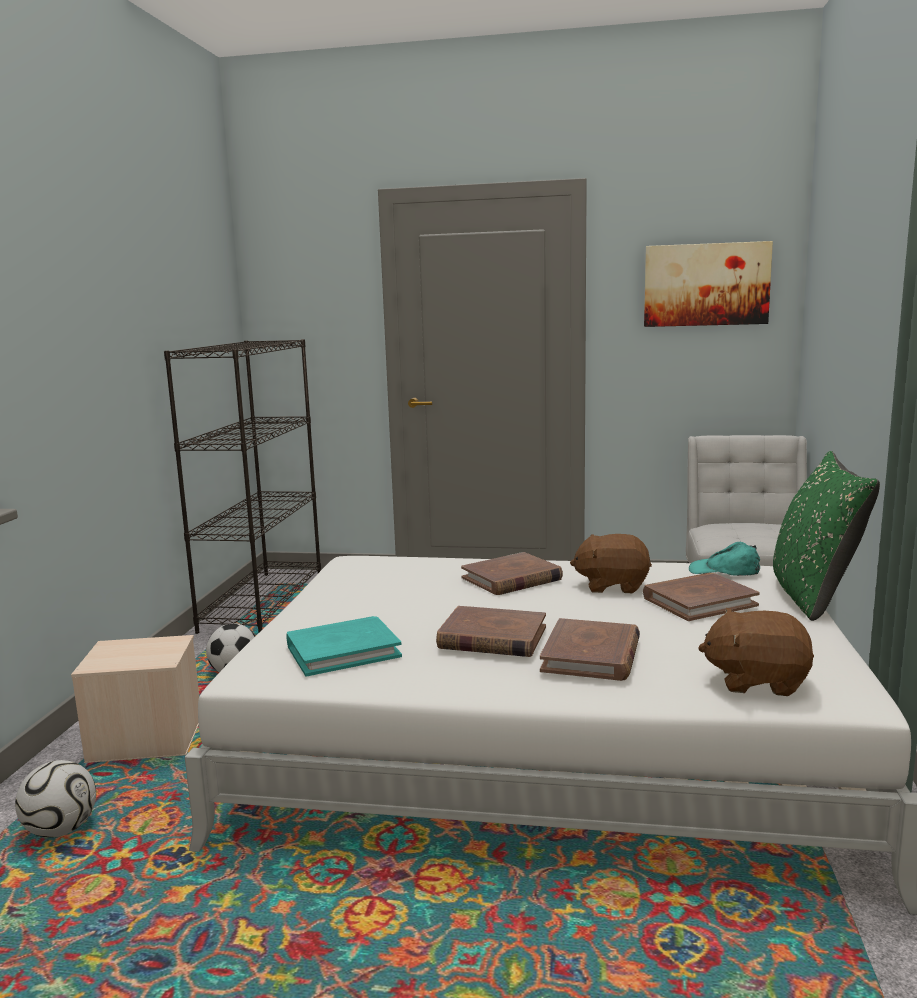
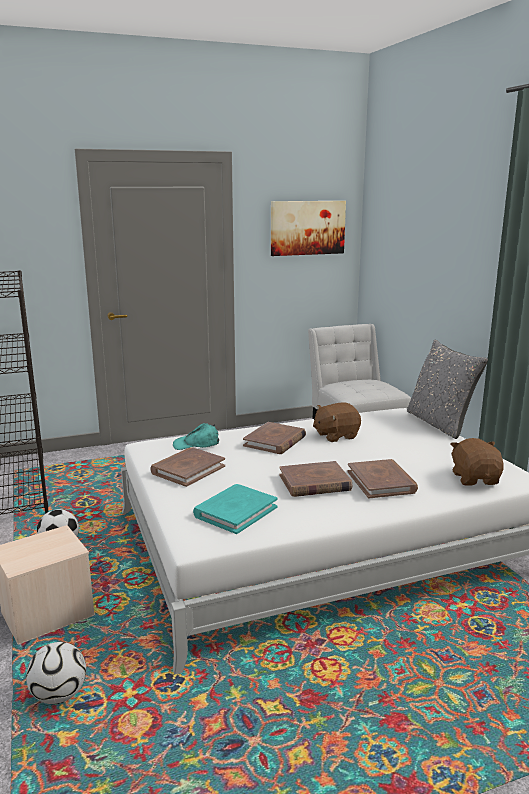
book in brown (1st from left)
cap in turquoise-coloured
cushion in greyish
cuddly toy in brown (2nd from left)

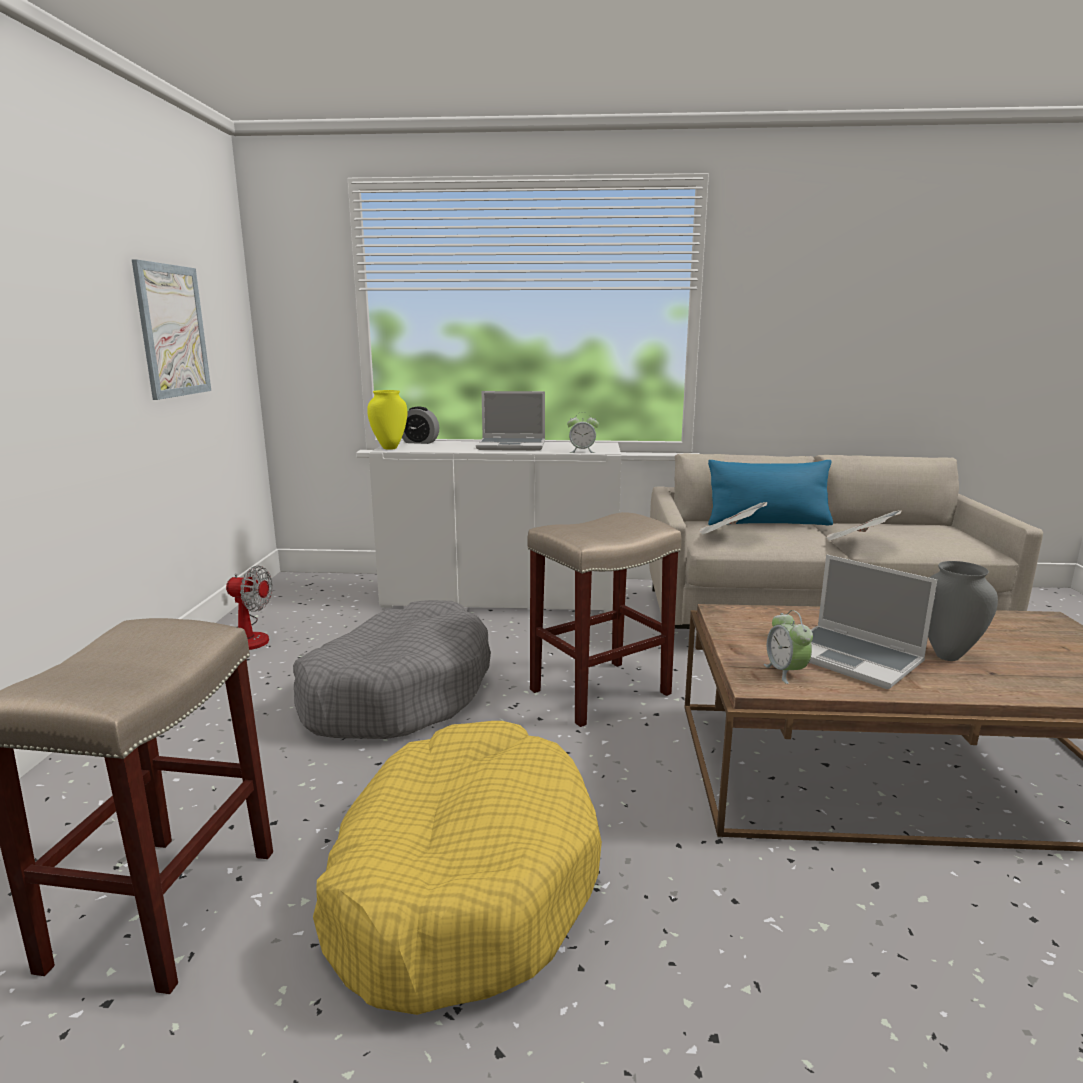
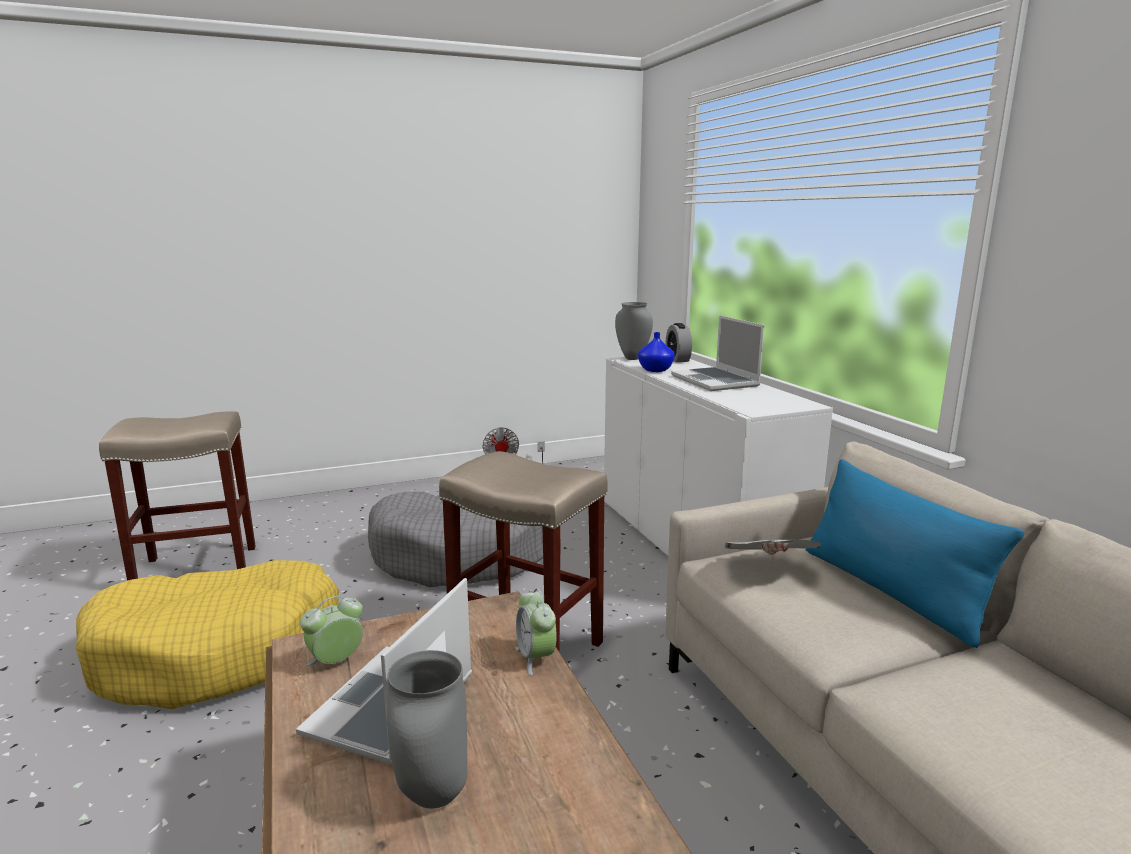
table clock (2nd from left)
decorative vase in greyish (2nd from left)
decorative vase in blue-coloured
wall art
printed paper (2nd from left in the first image)

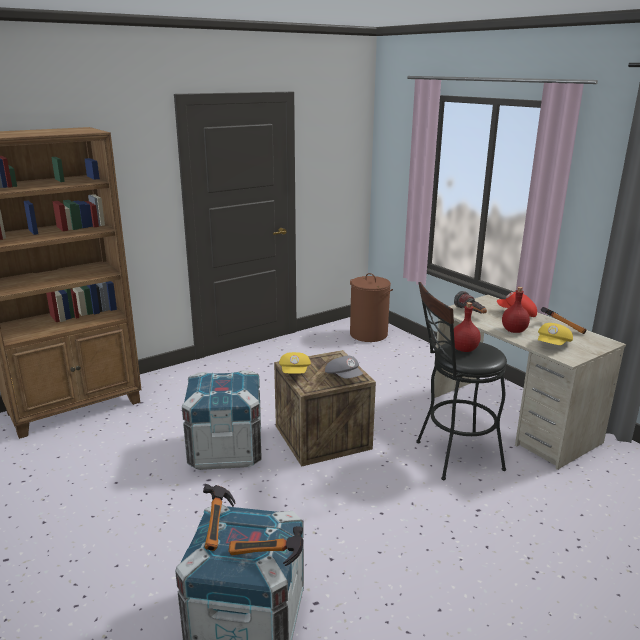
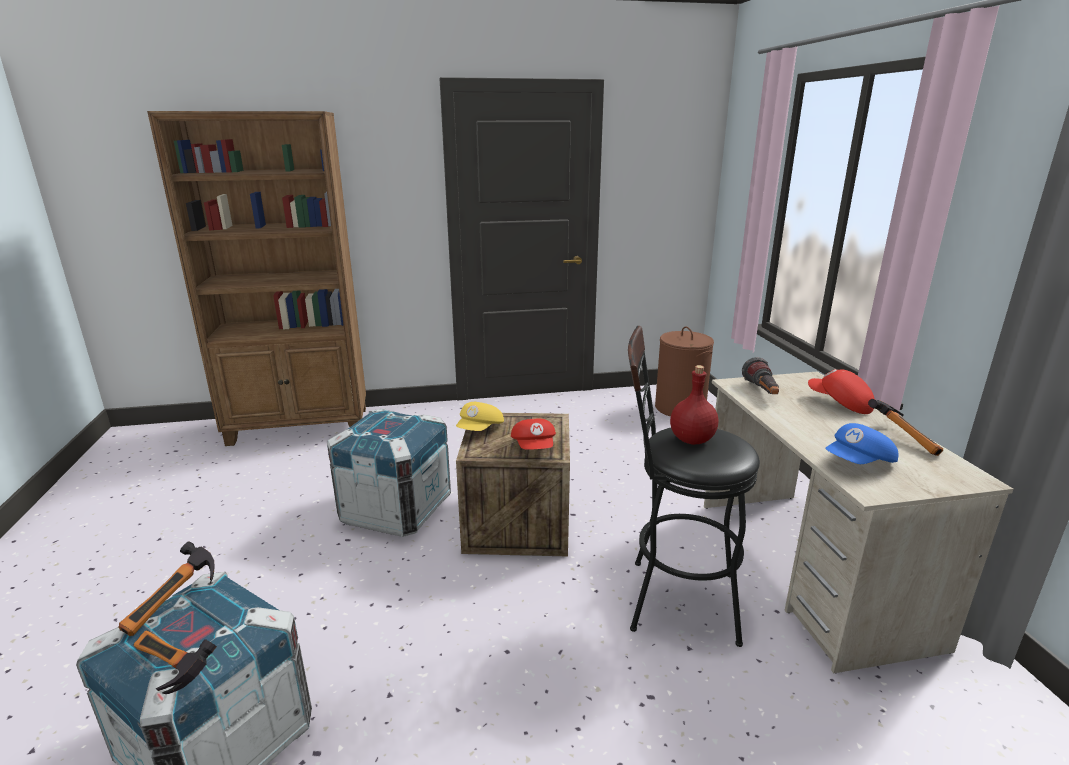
cap in red-coloured (1st from left)
cap in blue-coloured
beverage bottle in red-coloured (2nd from left in the first image)

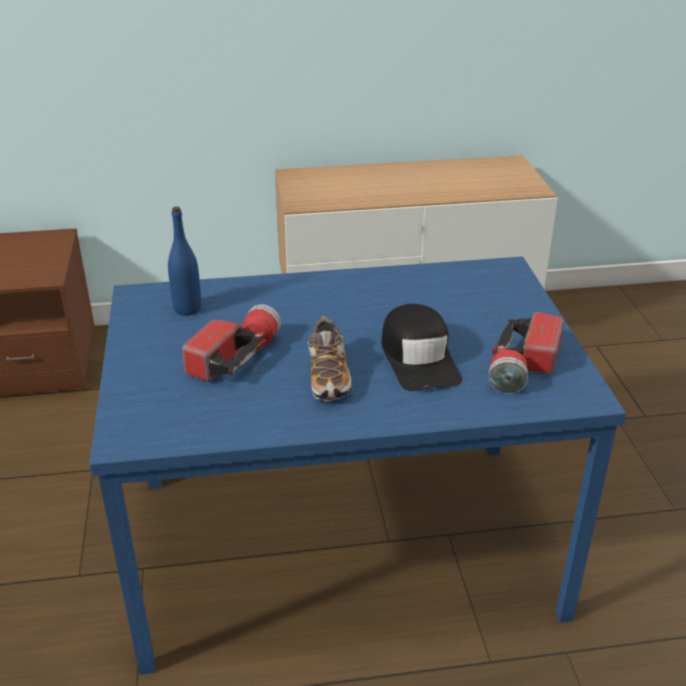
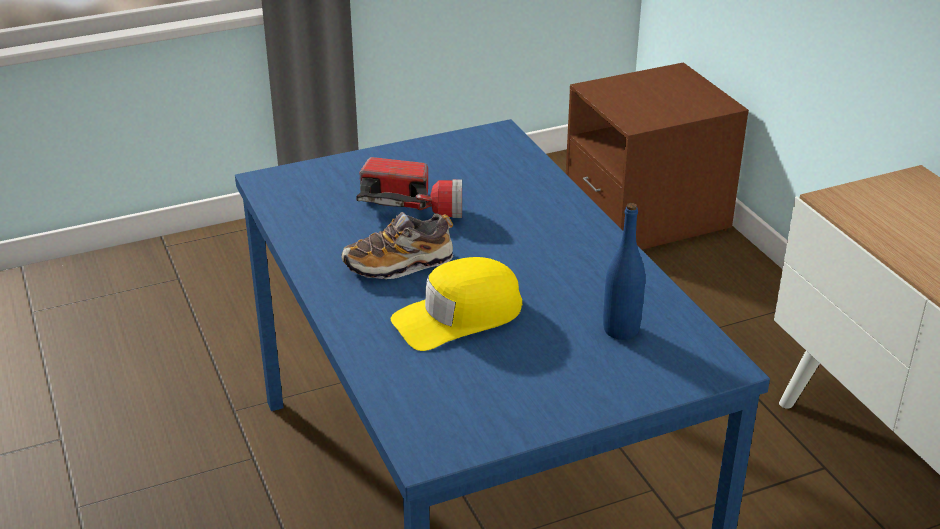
cap in yellow
beverage bottle in blue-coloured
flashlight (2nd from left in the first image)

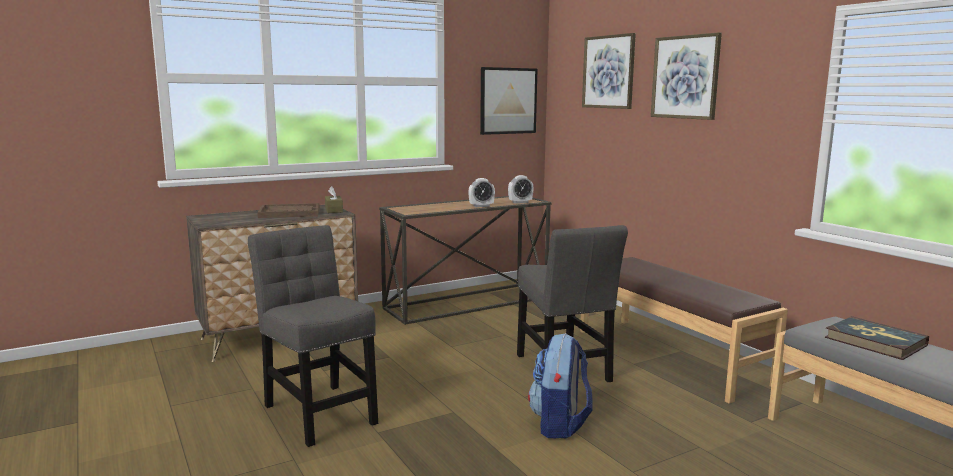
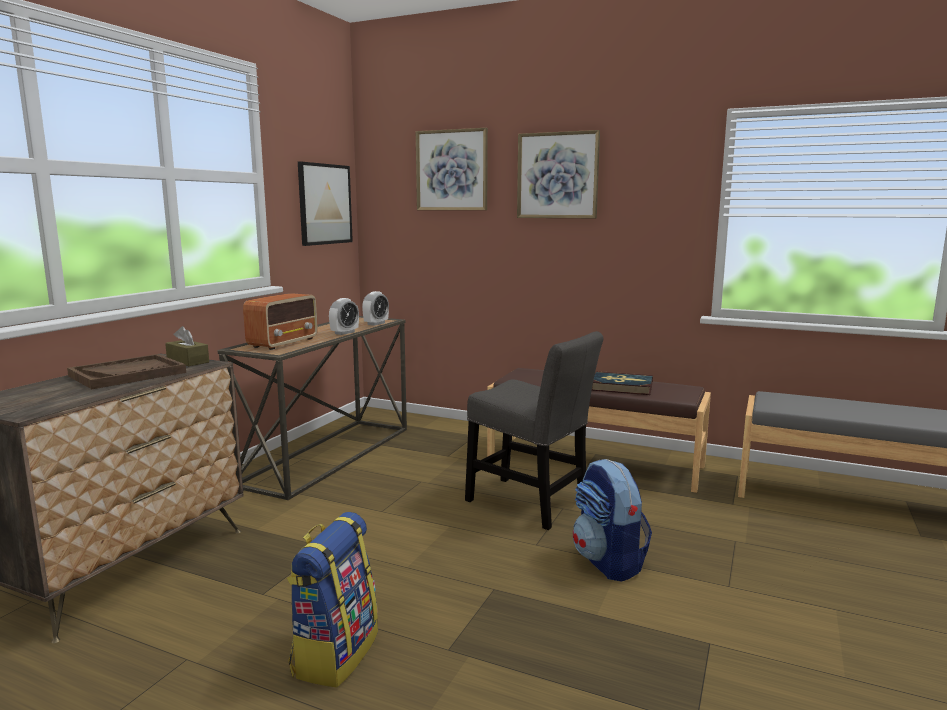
radio receiver
knapsack (1st from left)
book

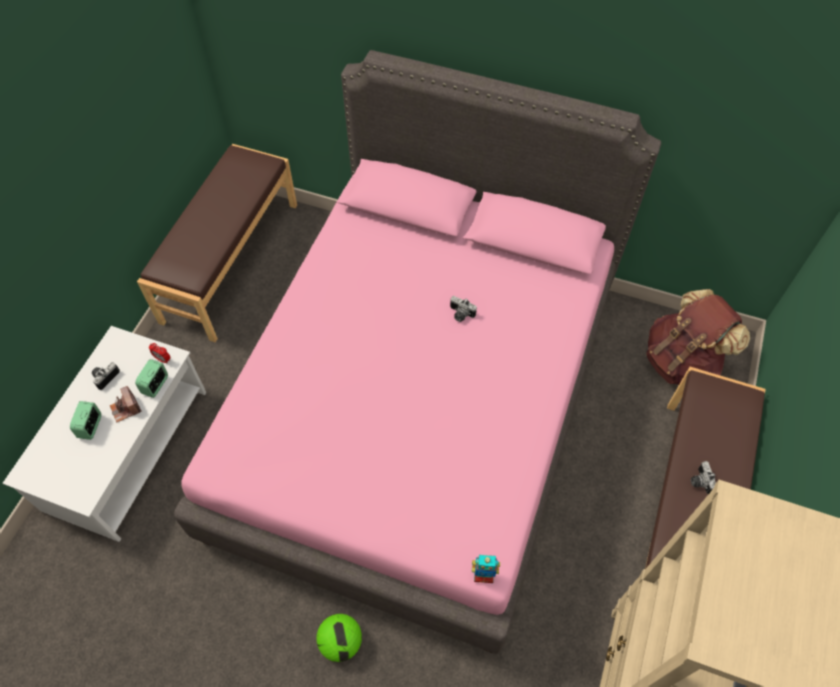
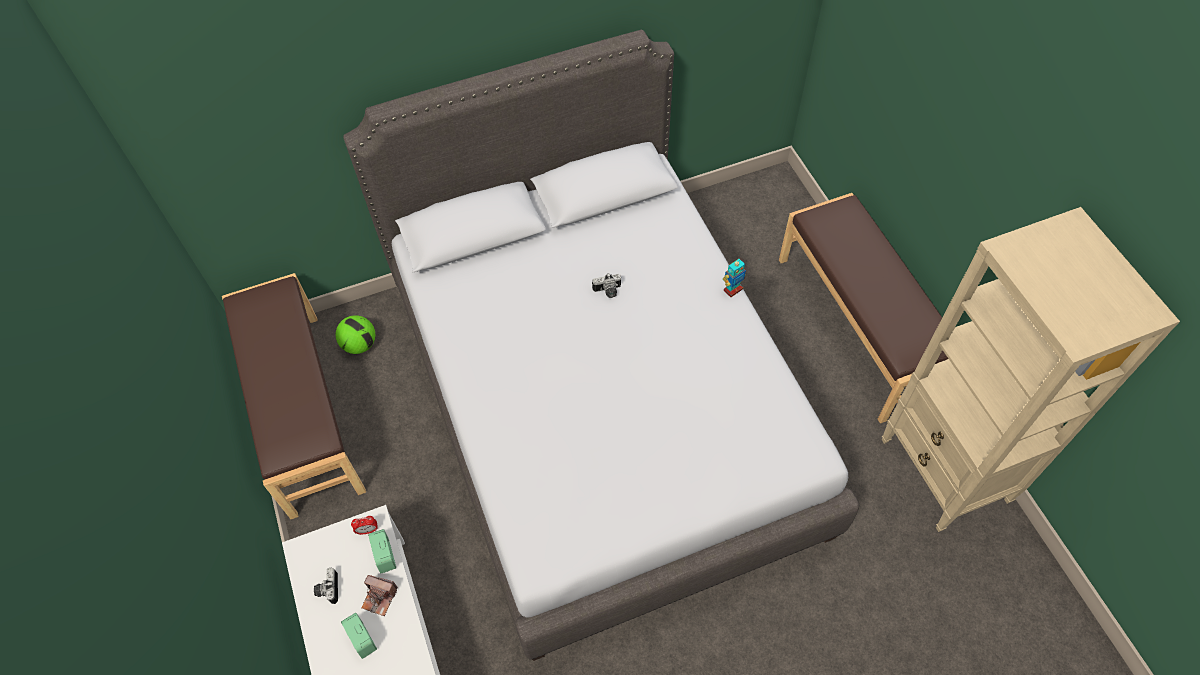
football
bed in greyish
toy robot
knapsack in brown
photo camera (4th from left in the first image)

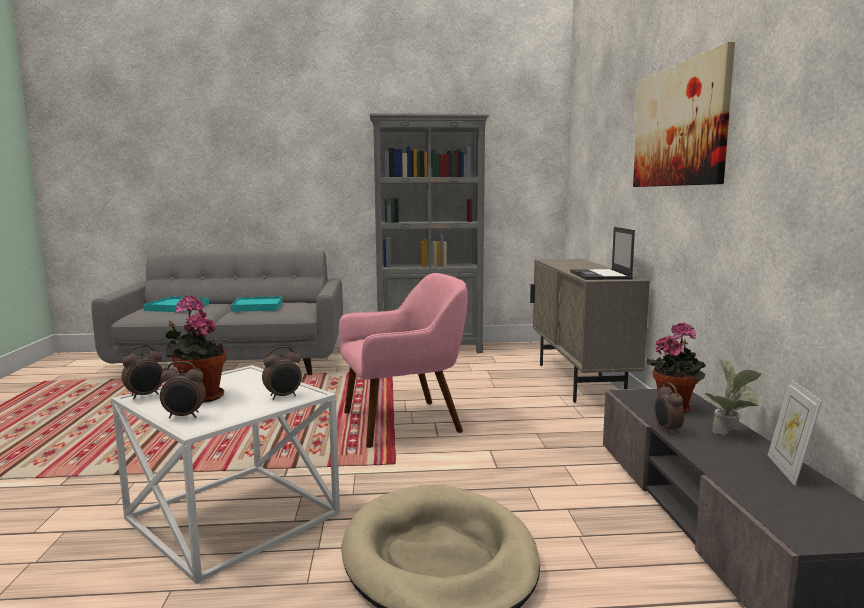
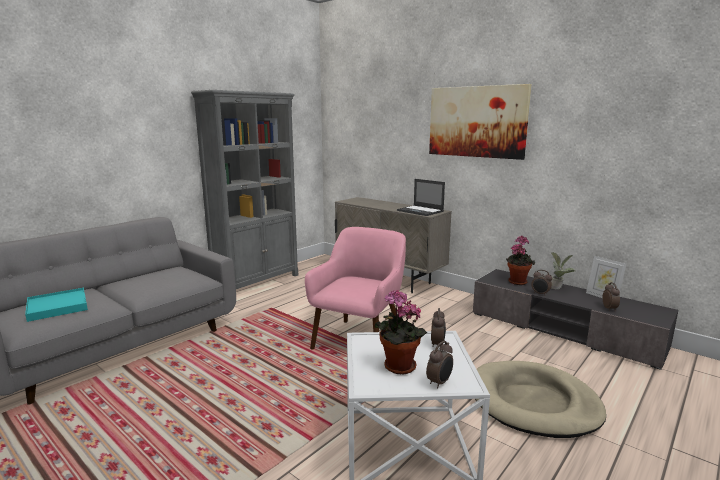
table clock (4th from left)
carrying tray in turquoise-coloured (2nd from left in the first image)

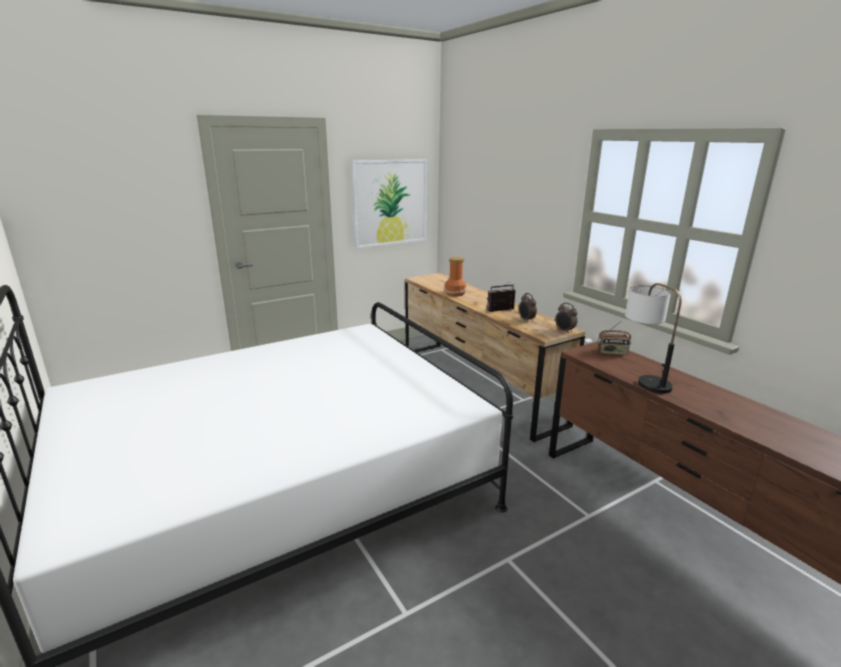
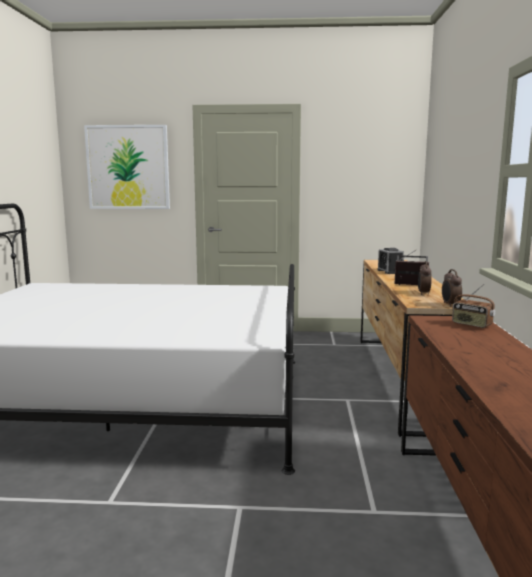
wall art
table clock (1st from left)
lamp for a table

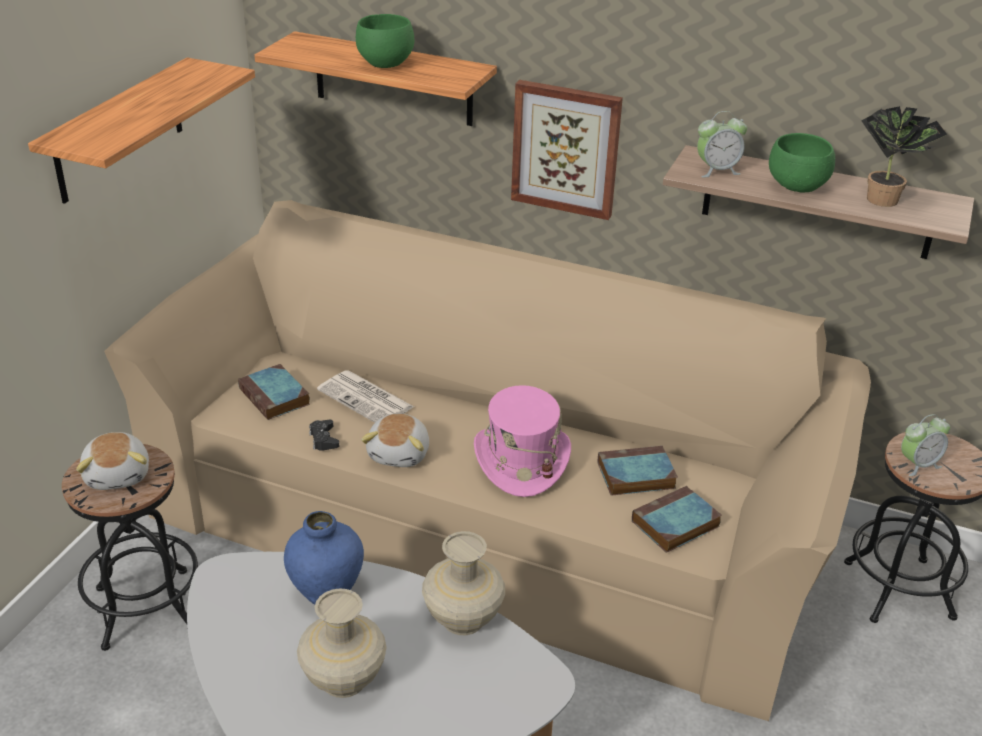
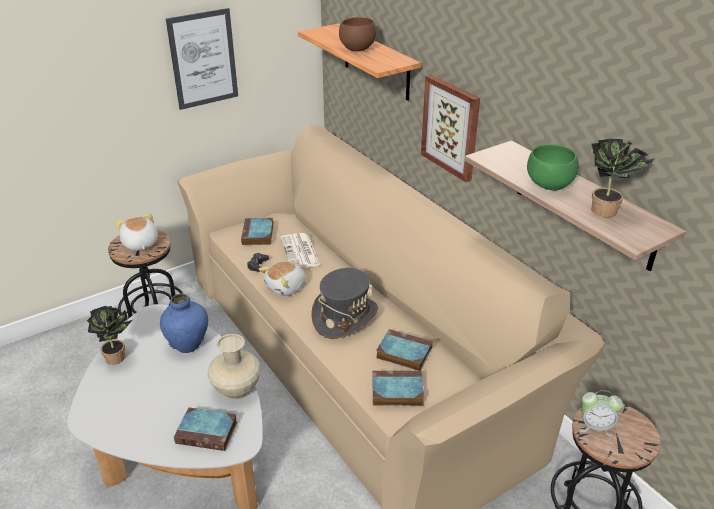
houseplant (1st from left)
cuddly toy (1st from left)
wall art (1st from left)
book (1st from left)
wearable hat in greyish
serving bowl in brown
decorative vase in beige (1st from left in the first image)
table clock (1st from left in the first image)

